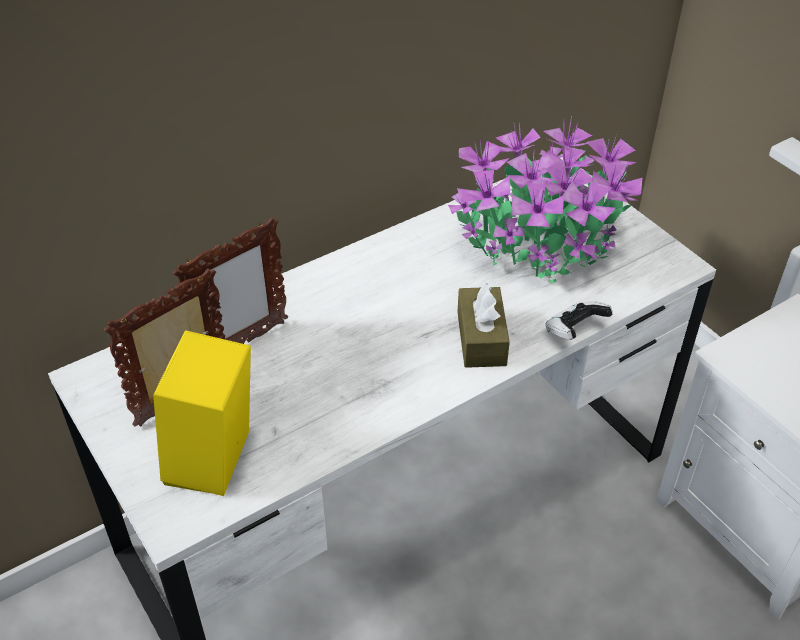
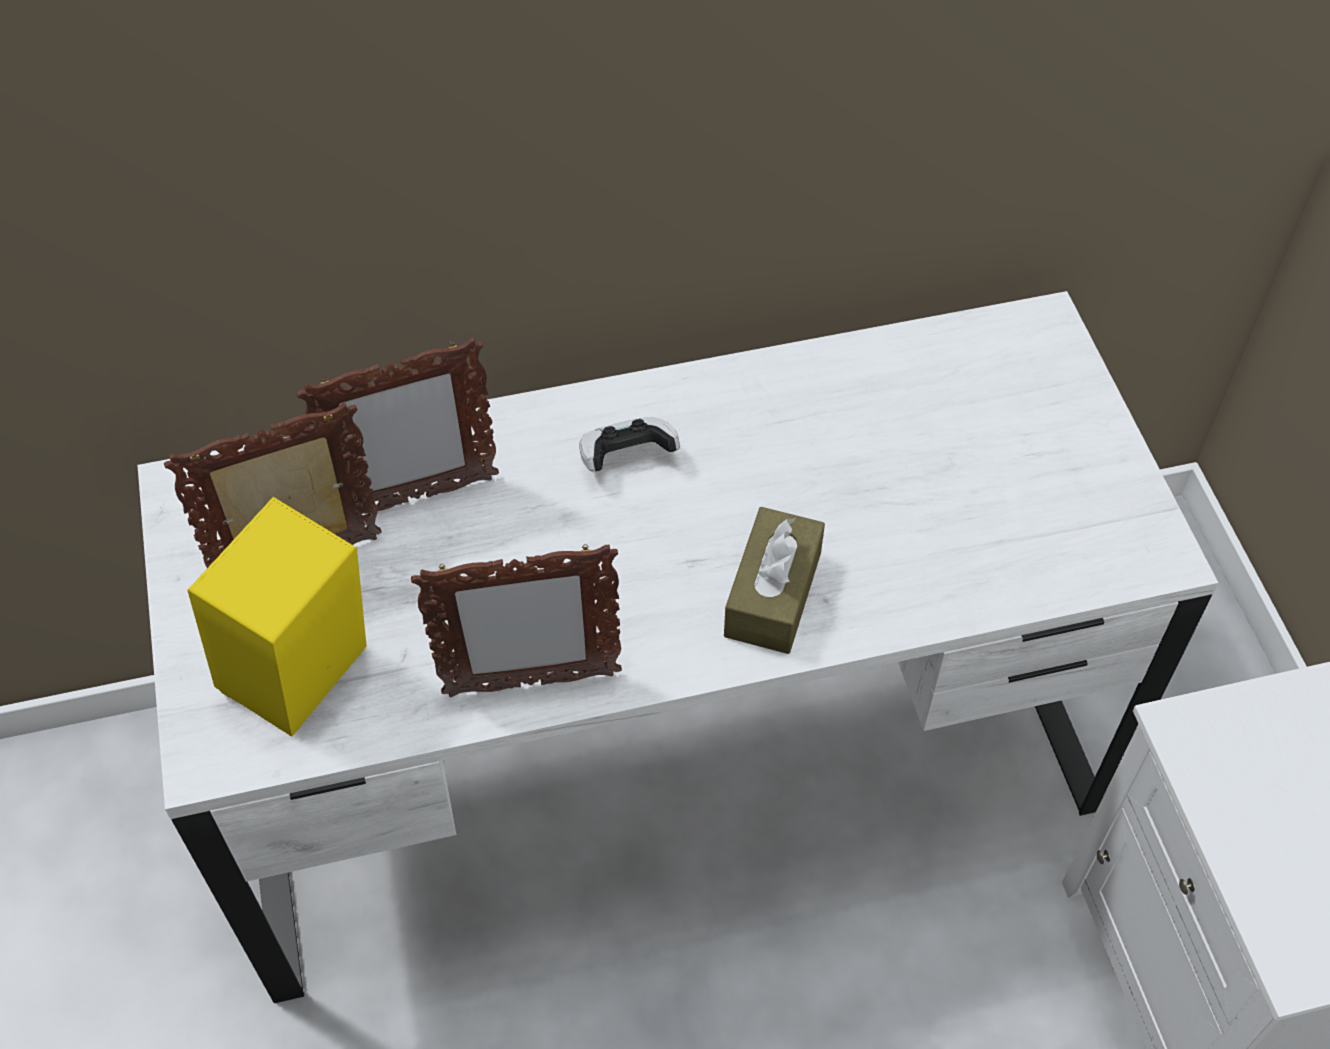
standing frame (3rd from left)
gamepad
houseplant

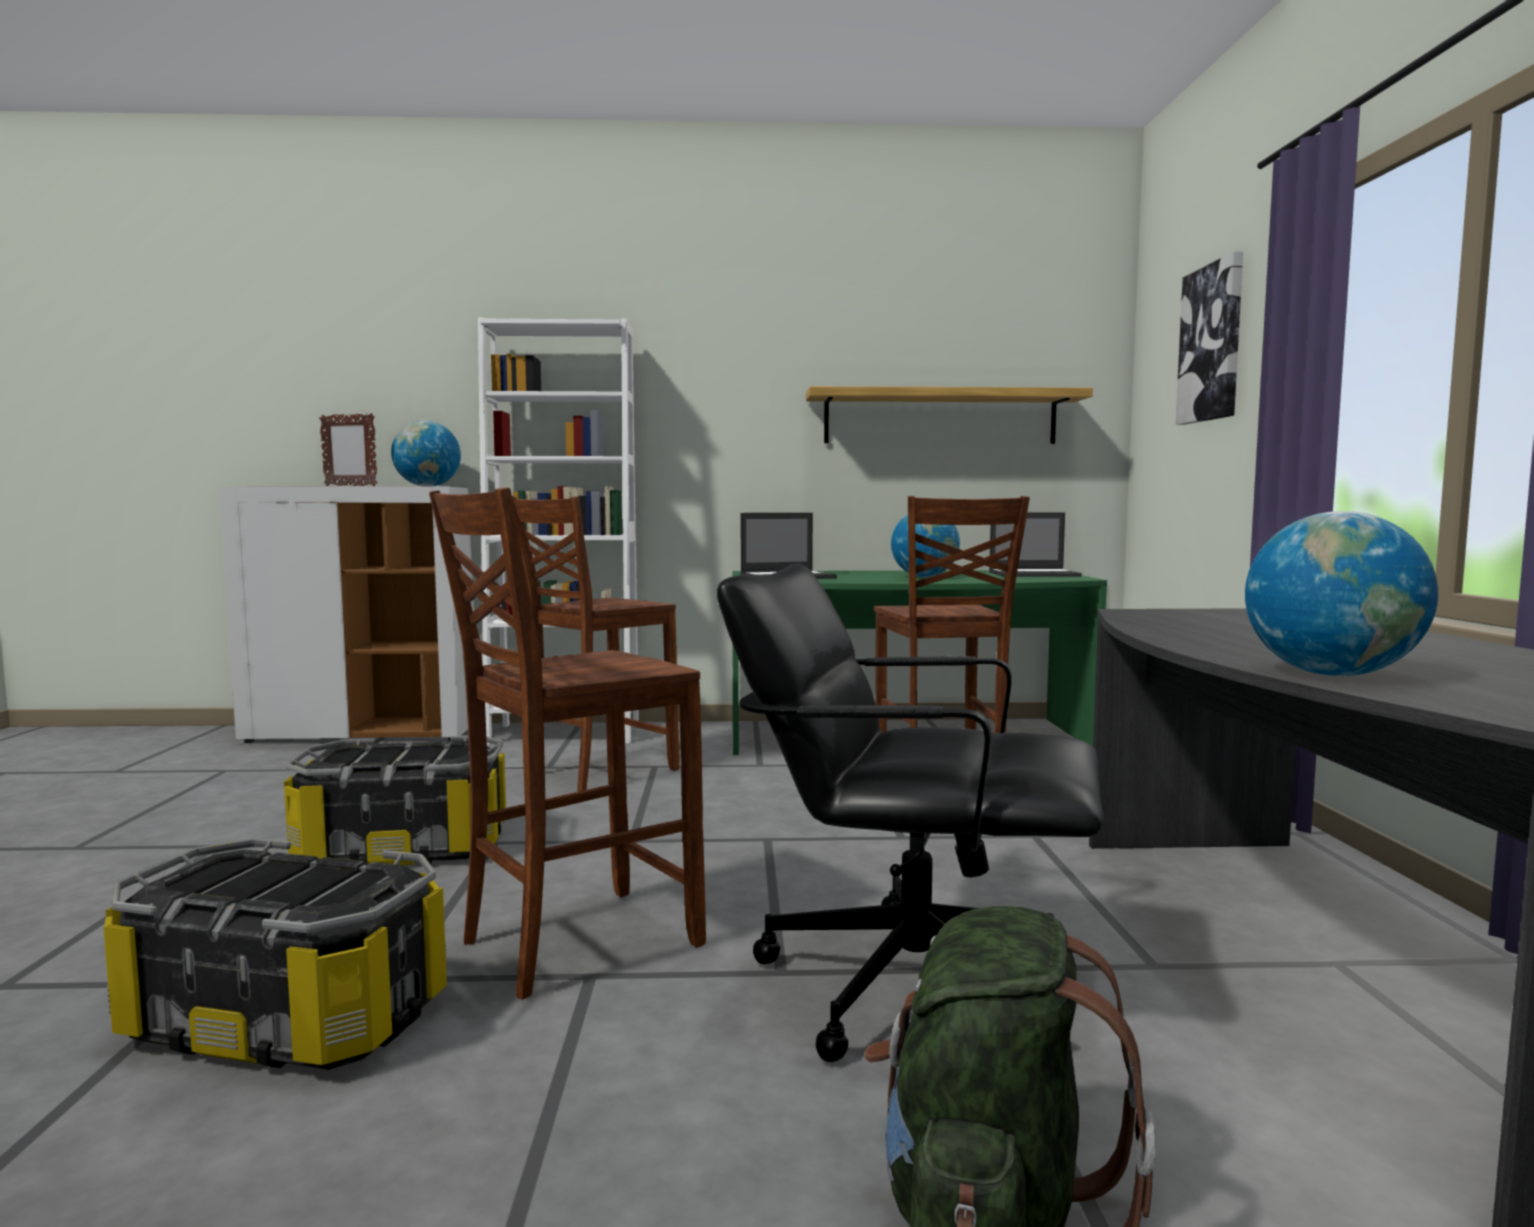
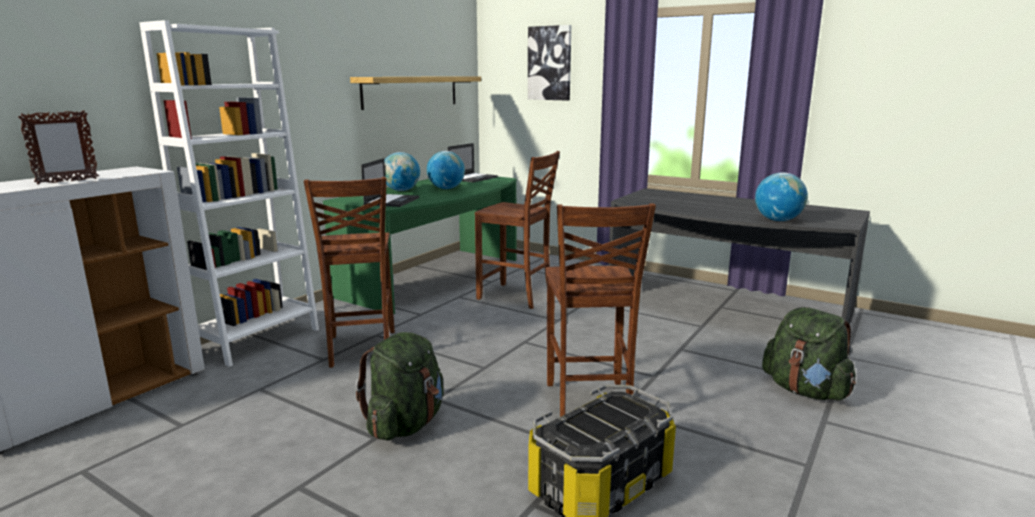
knapsack in green (1st from left)
world globe (1st from left)
office chair in black-coloured

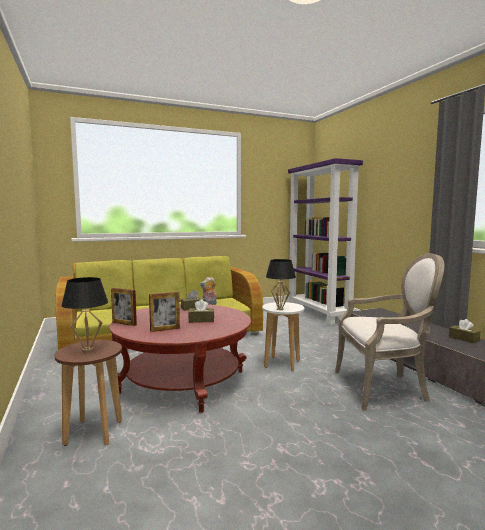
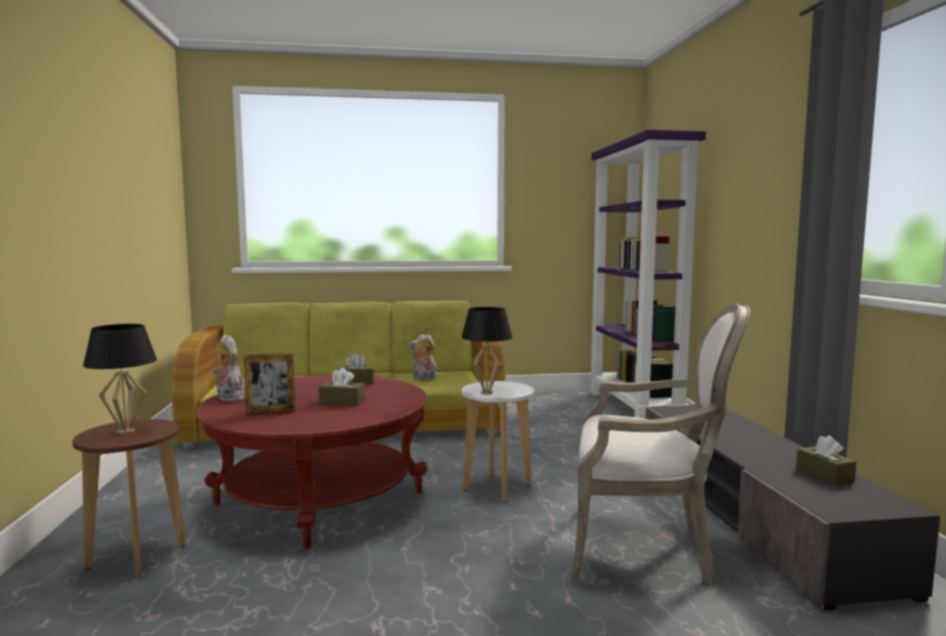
cuddly toy (1st from left)

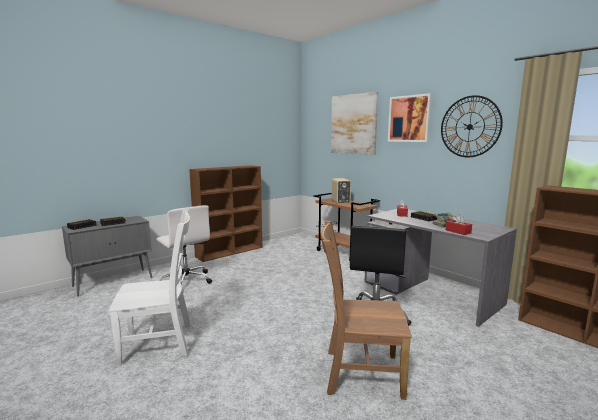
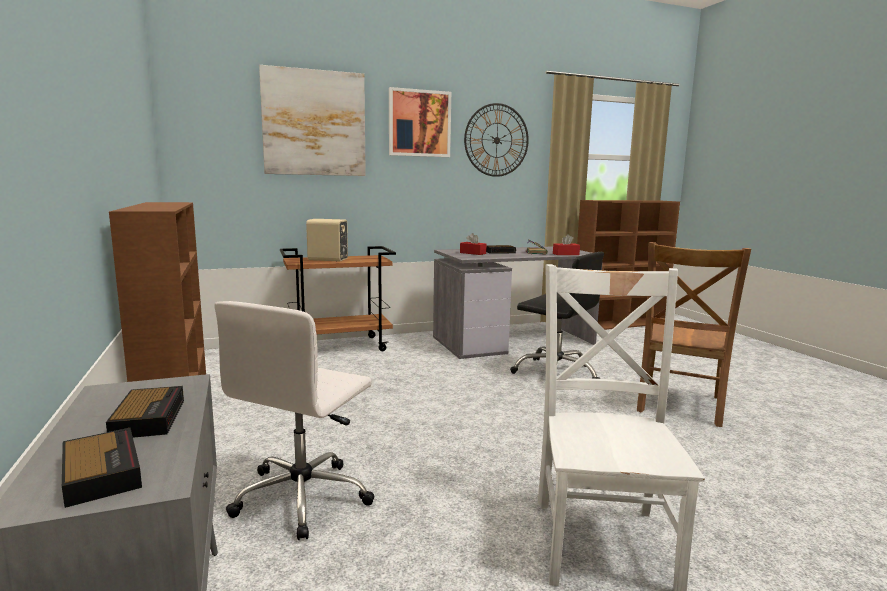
office chair in white-coloured

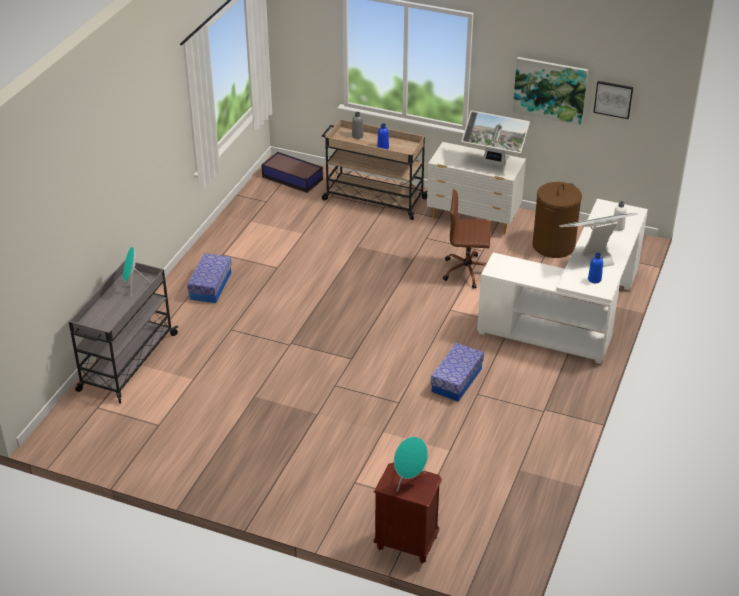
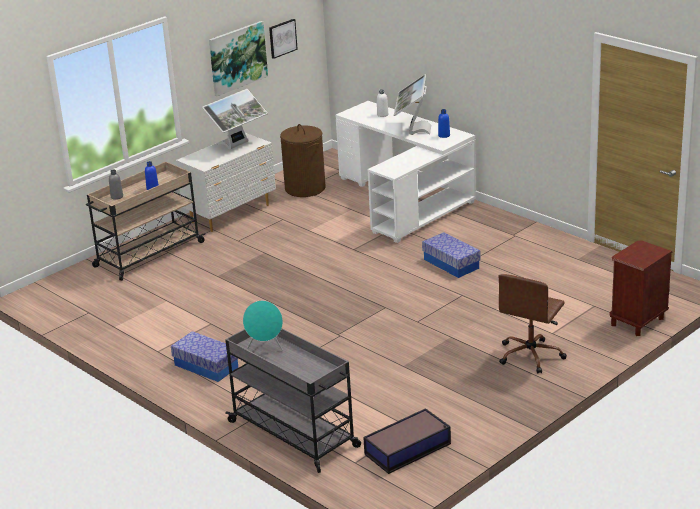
storage box (2nd from left)
office chair in brown
speaker in turquoise-coloured (2nd from left in the first image)

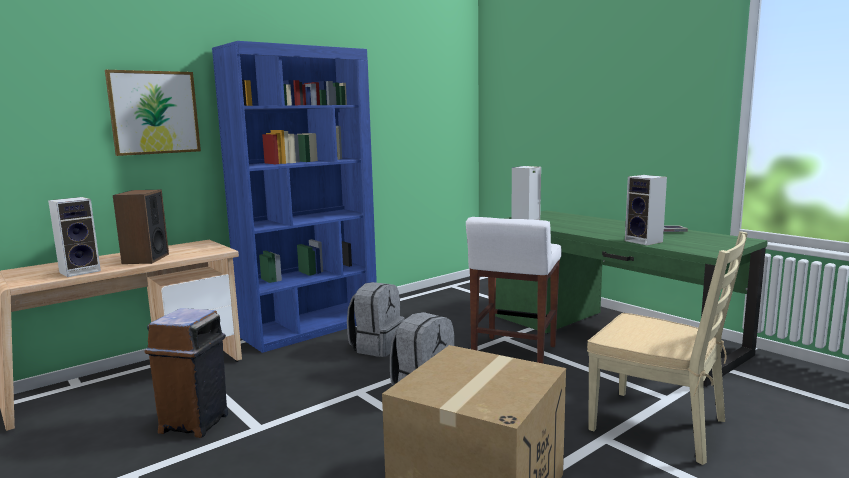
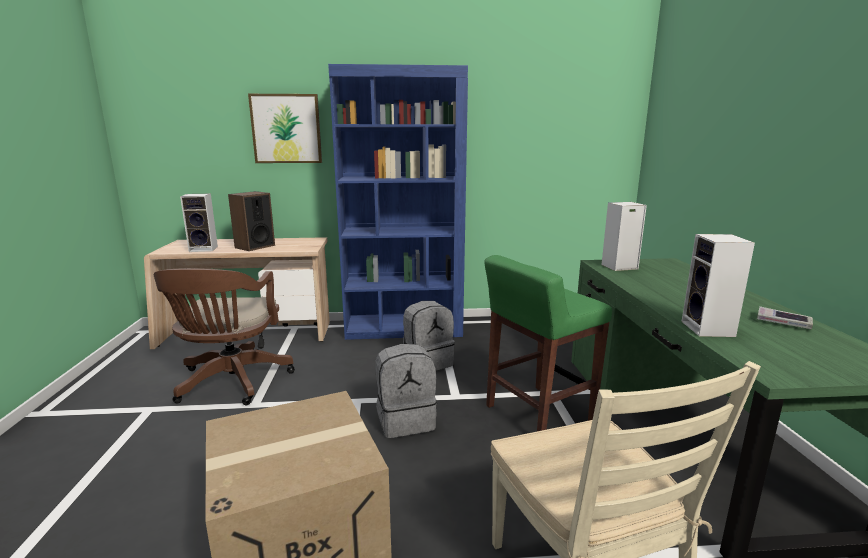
office chair in brown
stool seat in green

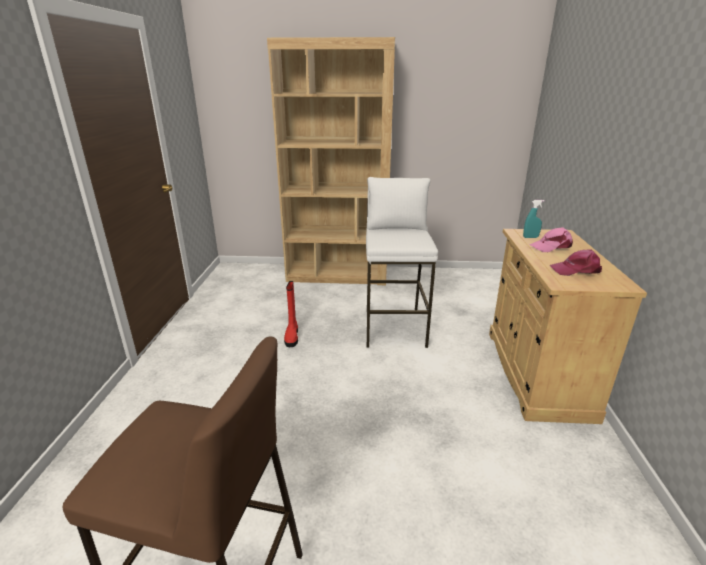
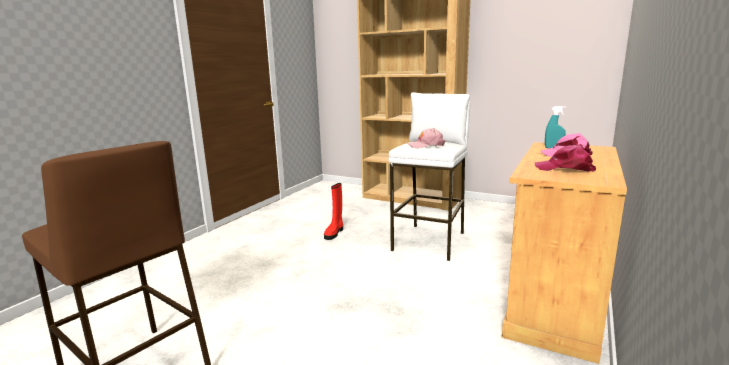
cap in pink (1st from left)

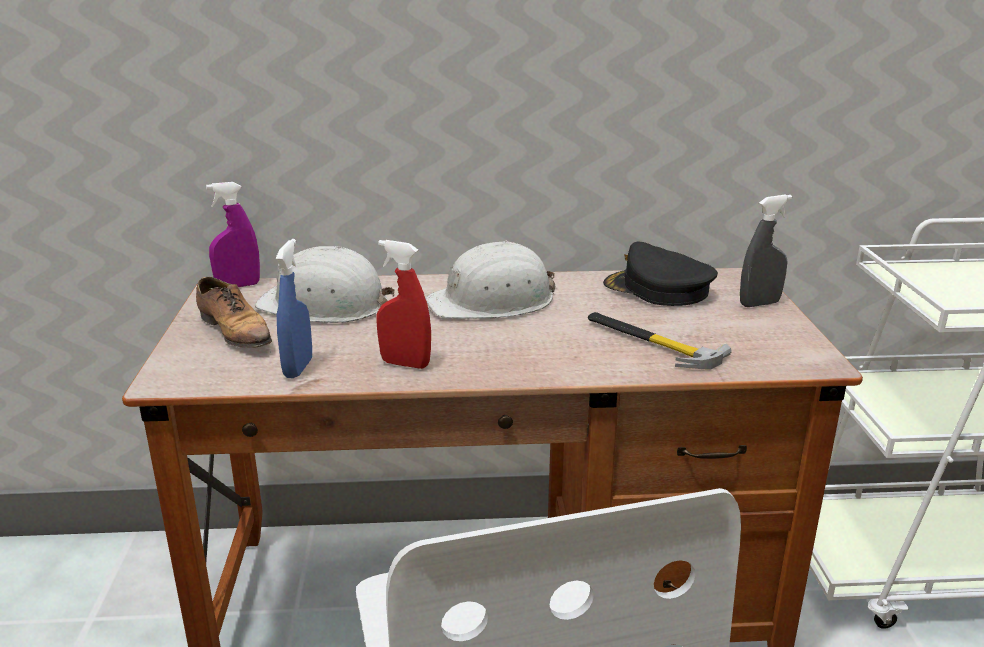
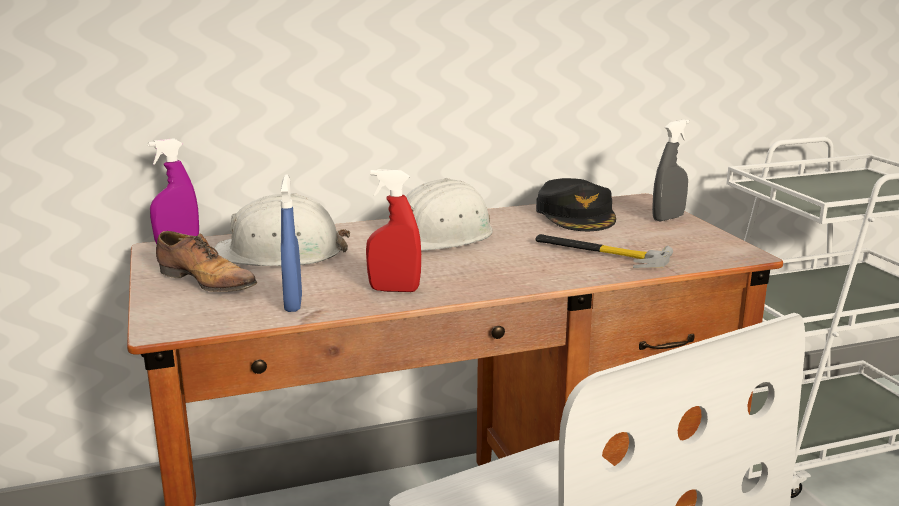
cap in black-coloured

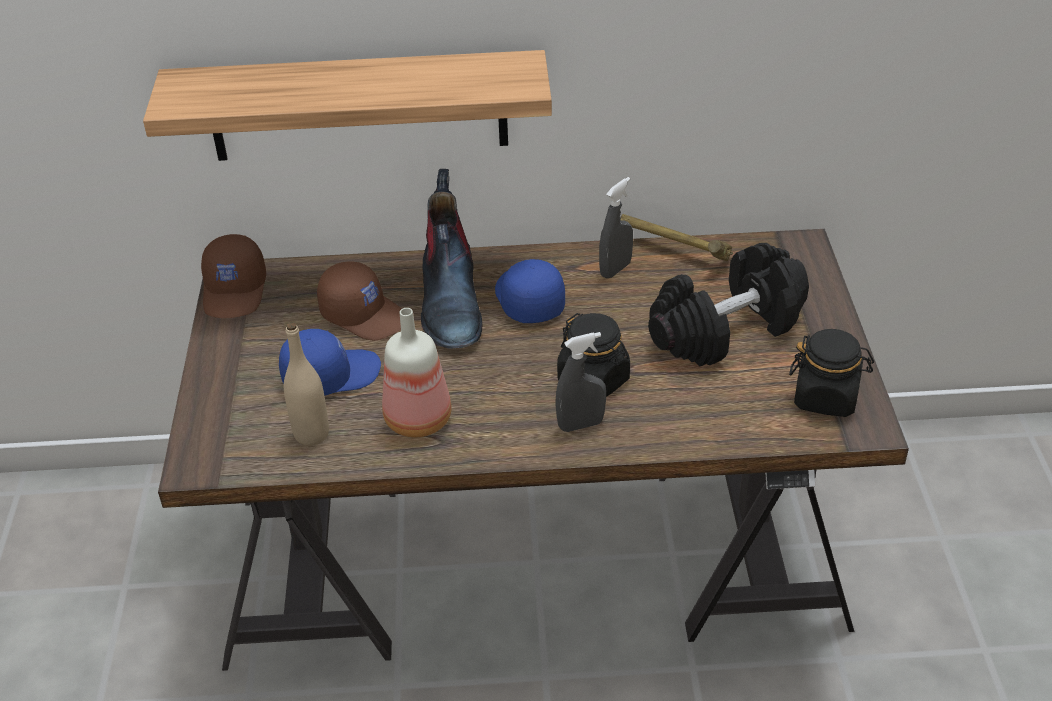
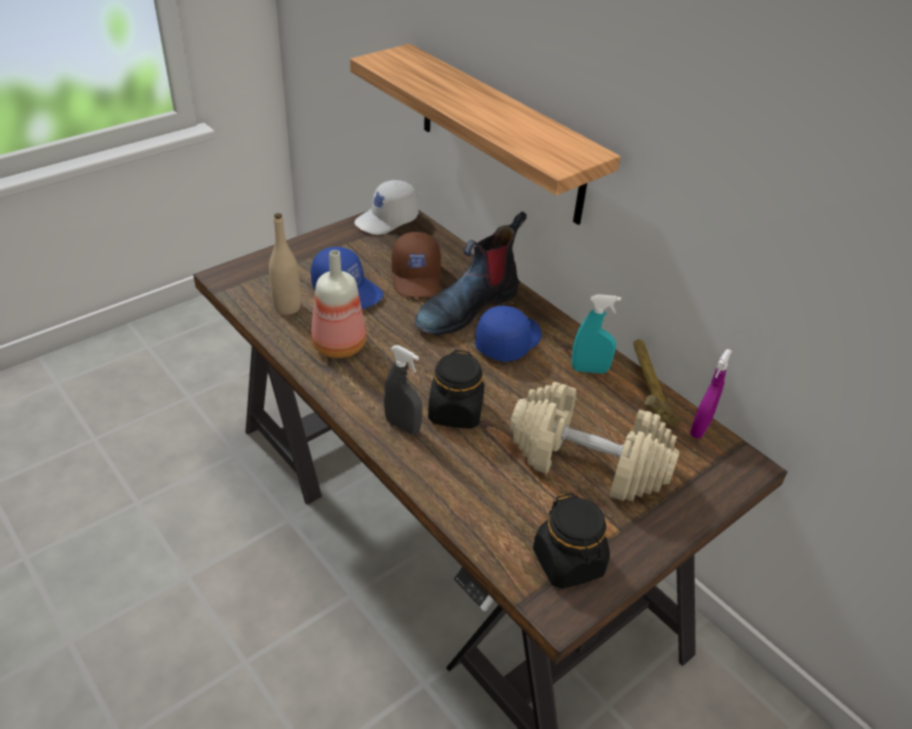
cap in white-coloured
dumbbell in beige
sprayer in turquoise-coloured
sprayer in purple-coloured

